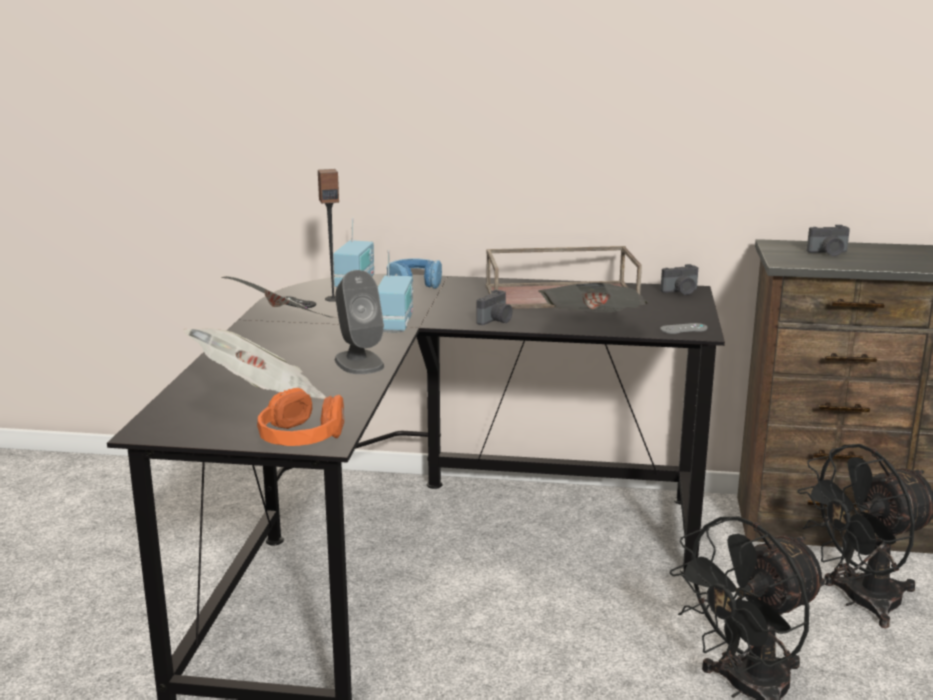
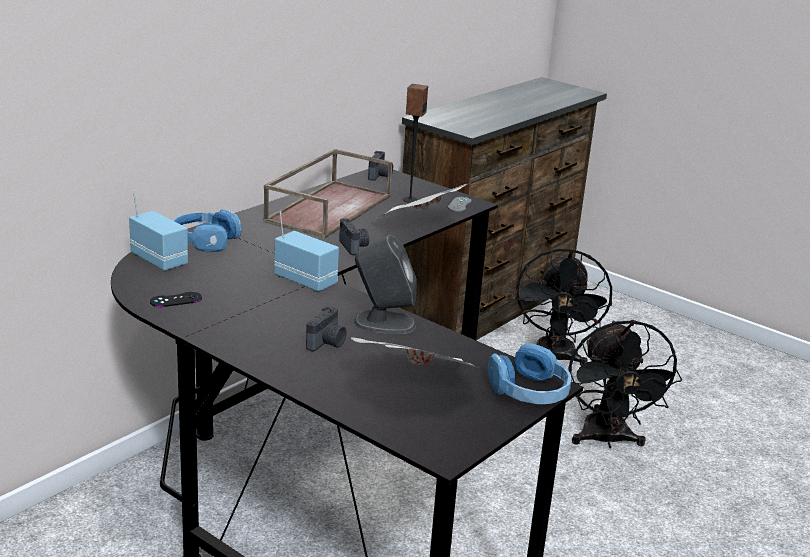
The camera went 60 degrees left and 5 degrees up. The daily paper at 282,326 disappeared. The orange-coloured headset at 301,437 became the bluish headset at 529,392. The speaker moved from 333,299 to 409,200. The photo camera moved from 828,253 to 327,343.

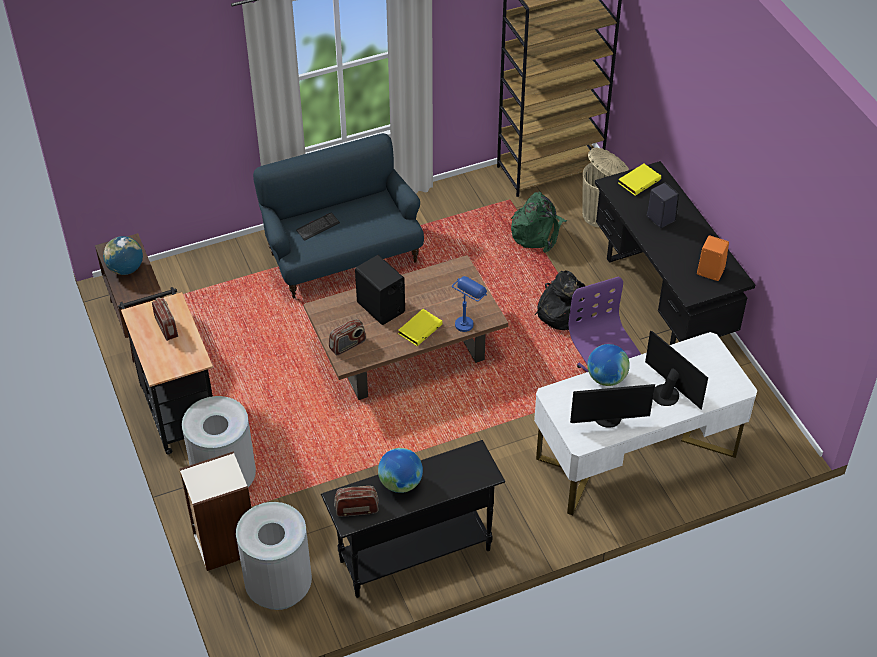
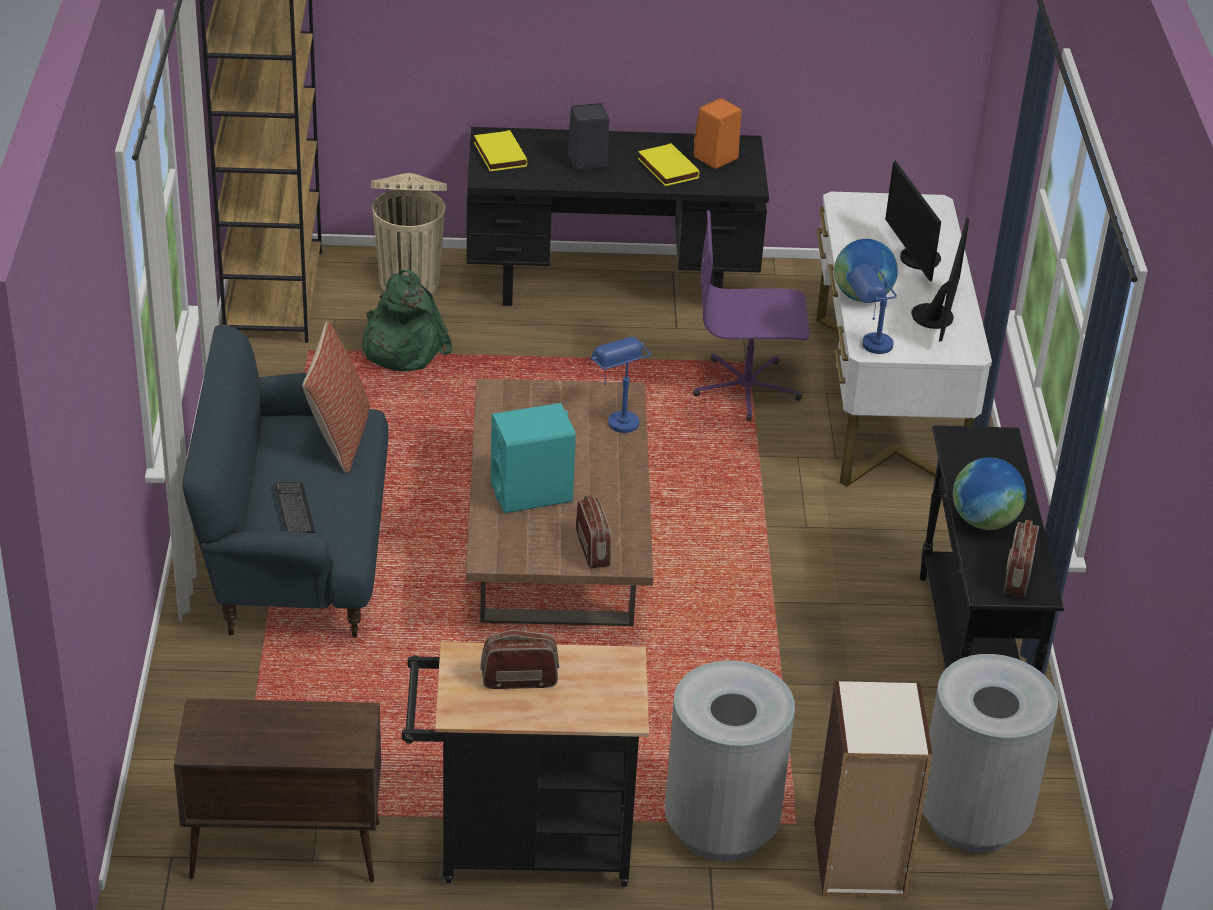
The camera went 70 degrees left and 10 degrees down. The globe at 126,269 disappeared. The blackish speaker at 381,307 became the blue-green speaker at 532,492. The yellow-coloured volume moved from 419,328 to 666,168. The blackish rucksack at 561,311 disappeared. The computer screen at 667,393 turned 90 degrees counterclockwise. The pillow at 339,438 appeared. The bluish table lamp at 867,347 appeared.

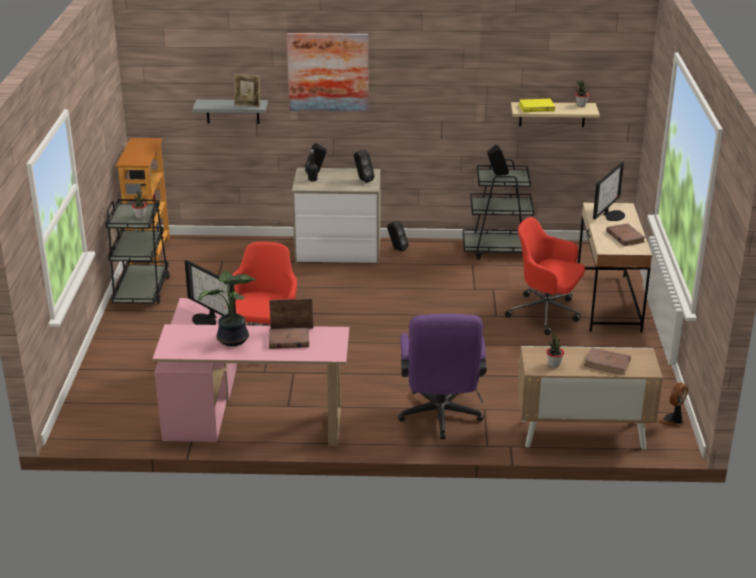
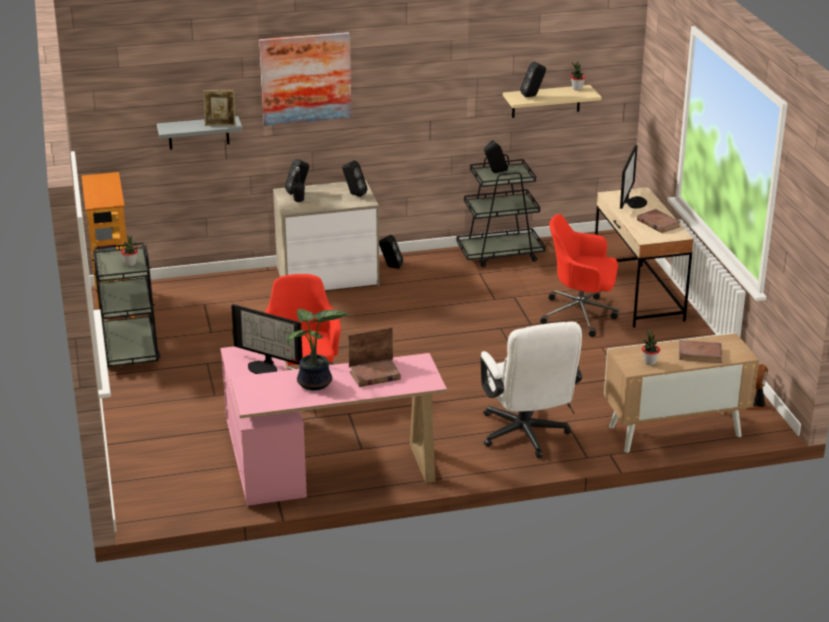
The camera went 15 degrees left and 0 degrees up. The purple-coloured computer chair at 440,418 became the whitish computer chair at 526,437. The yellow-coloured volume at 536,108 was replaced by the blackish speaker at 533,96.

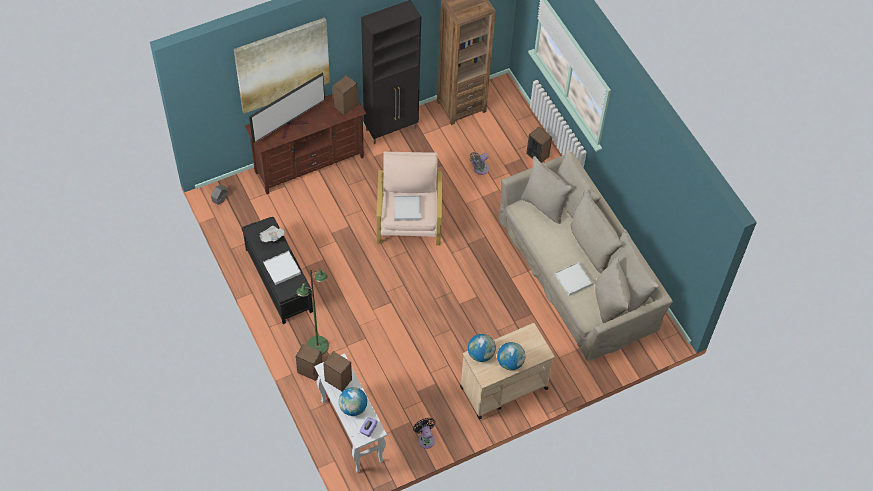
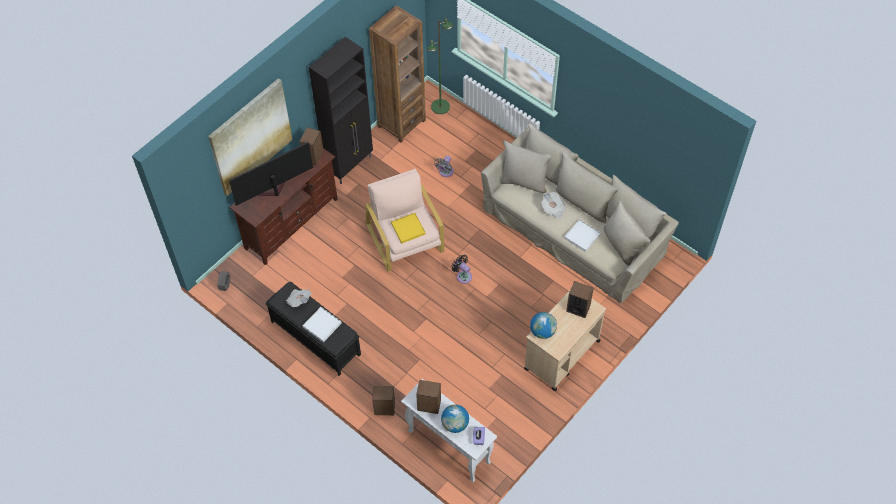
The camera went 20 degrees left and 0 degrees up. The TV set at 292,126 turned 150 degrees counterclockwise. The green standard lamp moved from 317,346 to 440,107. The whitish carrying tray at 407,209 became the yellow-coloured carrying tray at 408,229. The blackish cooling fan moved from 425,439 to 463,275. The globe at 510,362 disappeared. The speaker moved from 537,155 to 578,308. The daily paper at 553,209 appeared.

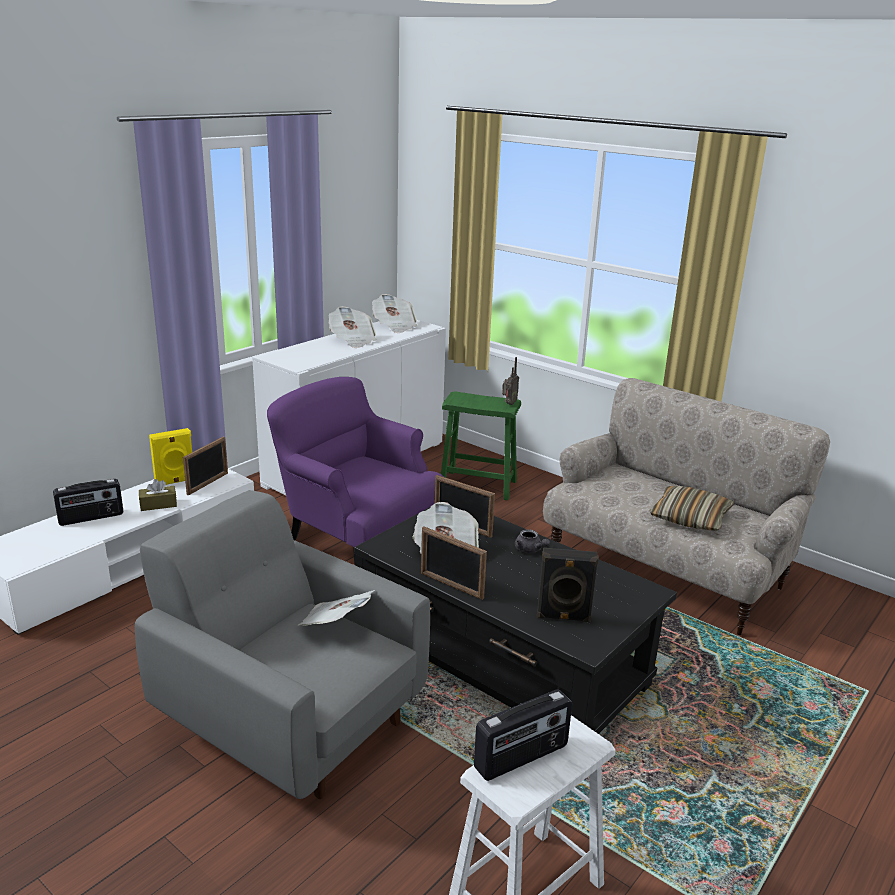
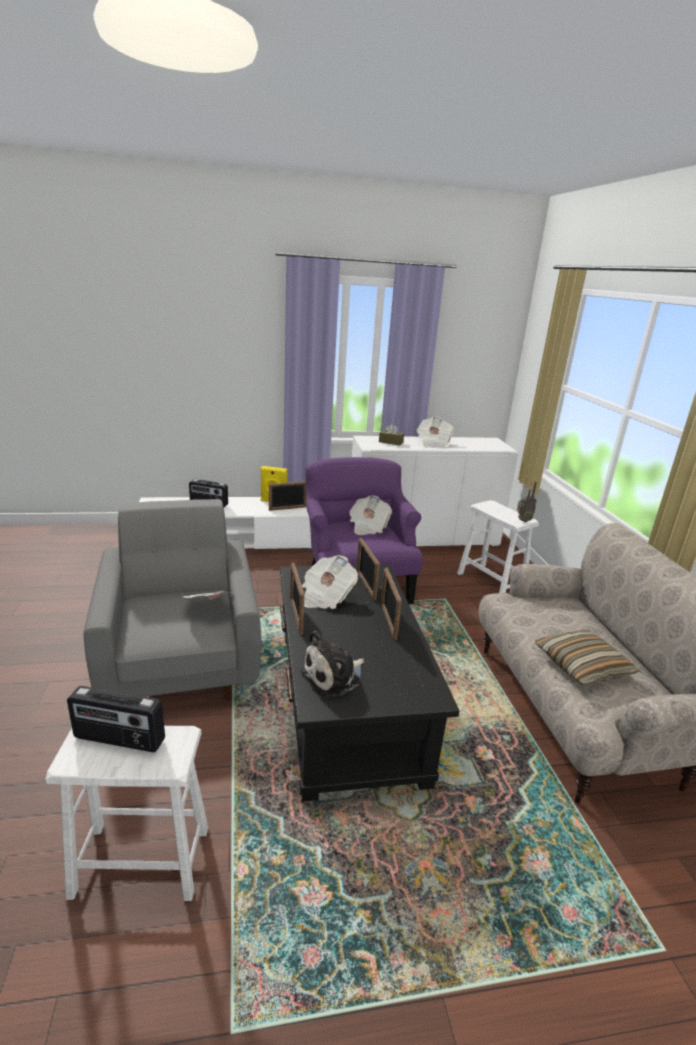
The camera went 40 degrees right and 0 degrees up. The brownish box of tissues moved from 158,504 to 390,442. The daily paper moved from 394,326 to 368,527. The green sitting stool at 478,485 became the whitish sitting stool at 491,581. The gray pot for tea at 530,550 was replaced by the standing frame at 388,621. The blackish speaker at 563,617 was replaced by the soft toy at 334,676.

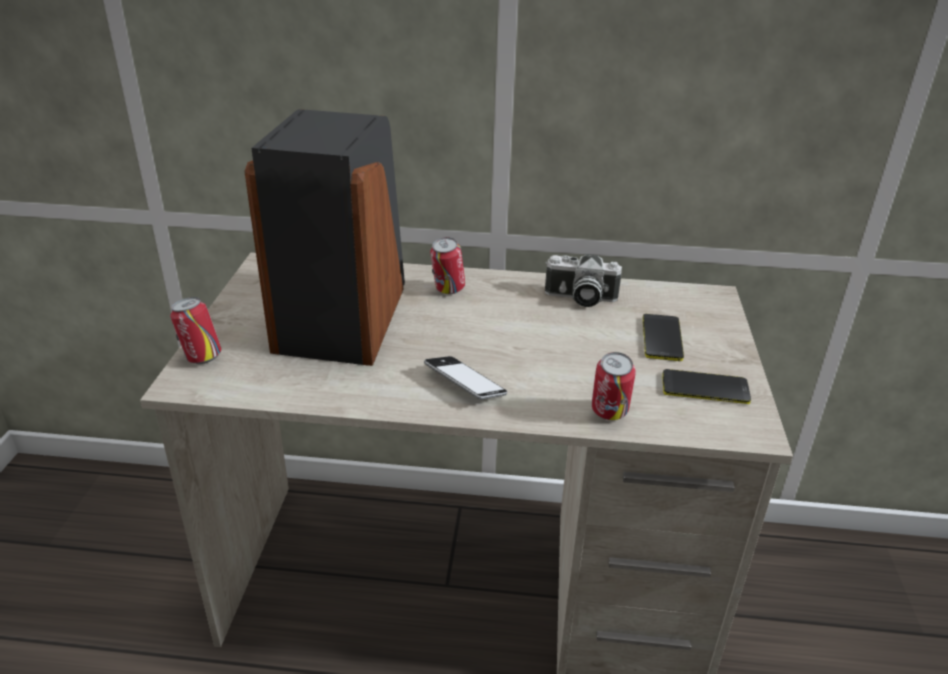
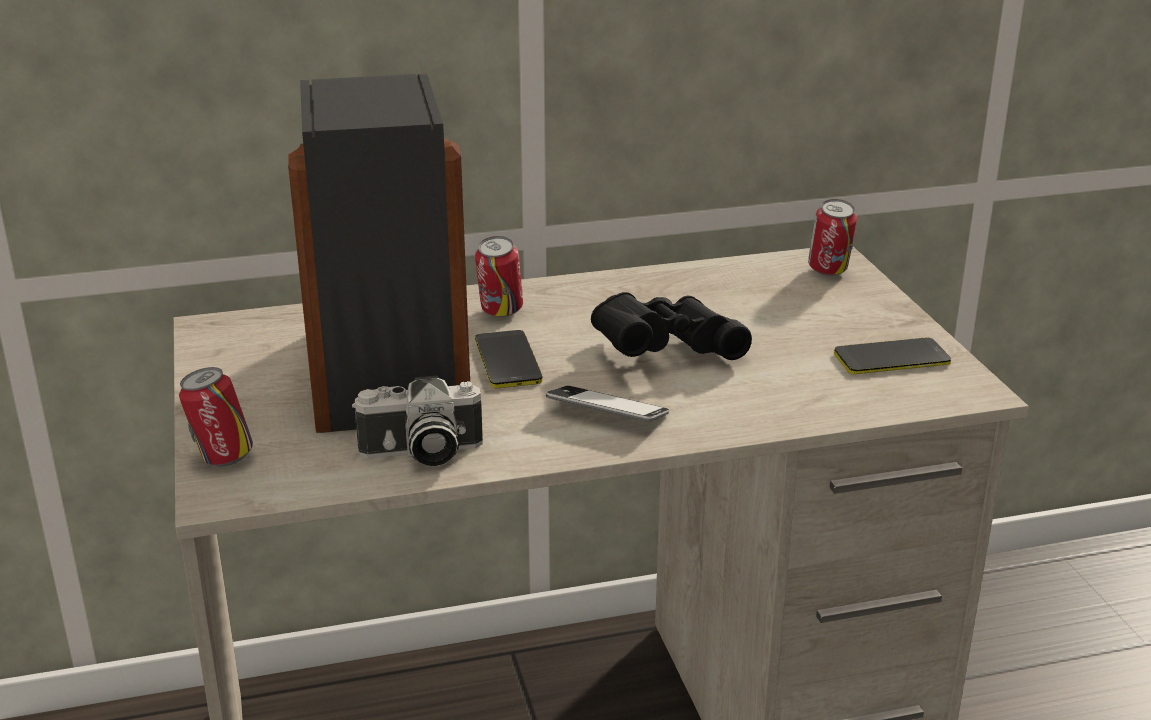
The camera went 20 degrees left and 5 degrees down. The photo camera moved from 579,298 to 421,453. The sealed can moved from 609,414 to 829,272. The handset moved from 662,338 to 507,360. The blackish binoculars at 663,352 appeared.

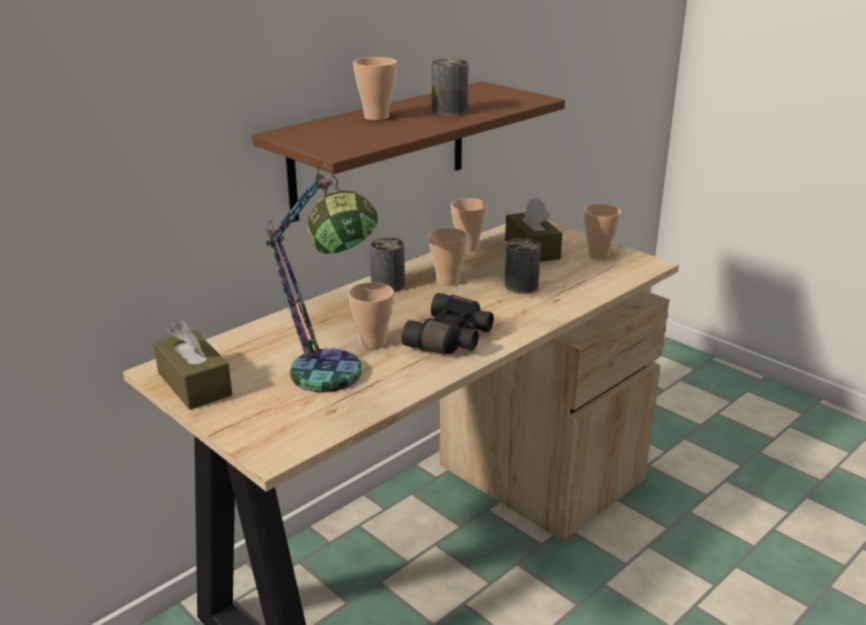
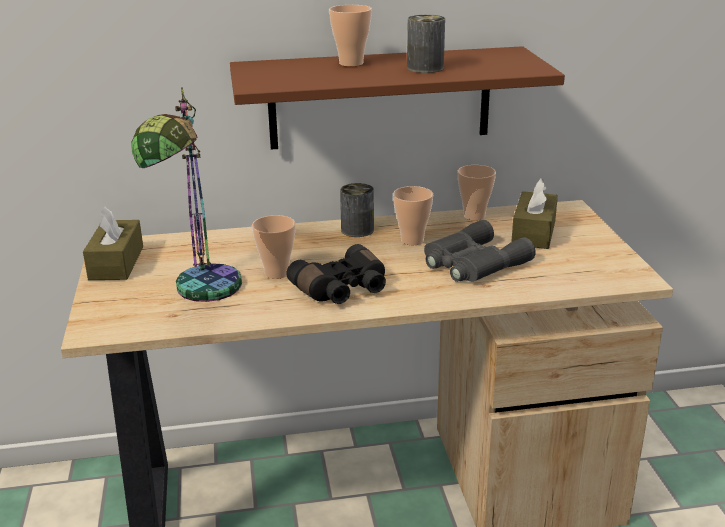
The camera went 35 degrees right and 0 degrees up. The sealed can at 521,286 was replaced by the gray binoculars at 472,263. The drinking cup at 598,254 disappeared.

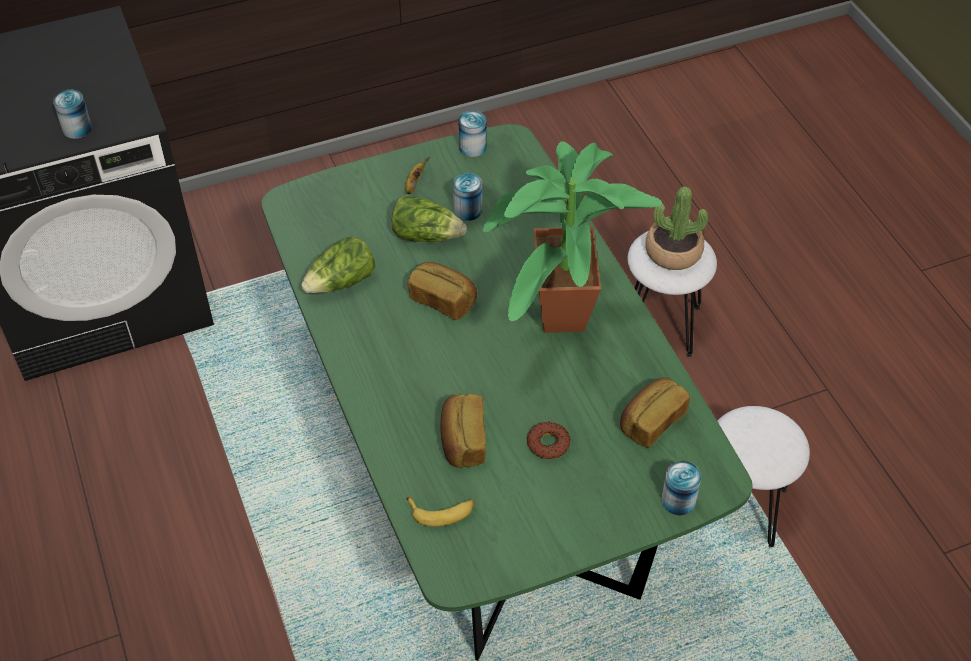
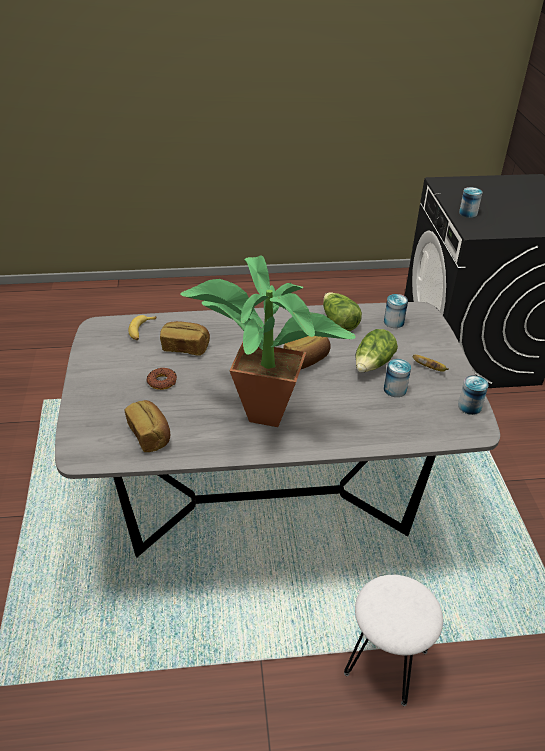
The camera went 105 degrees right and 10 degrees down. The green kitchen table at 487,476 became the gray kitchen table at 268,499. The potted plant at 673,252 disappeared. The sealed can moved from 678,500 to 393,322. The whitish sitting stool at 743,508 disappeared.

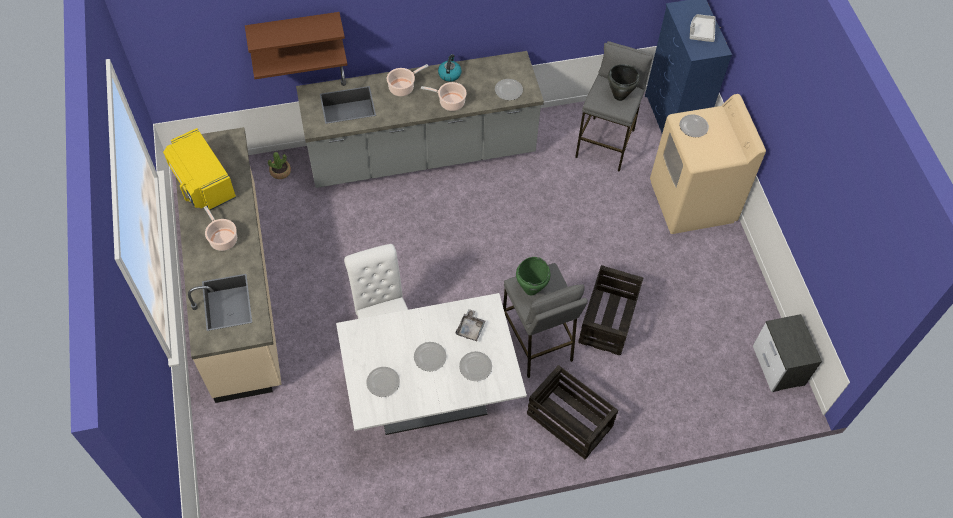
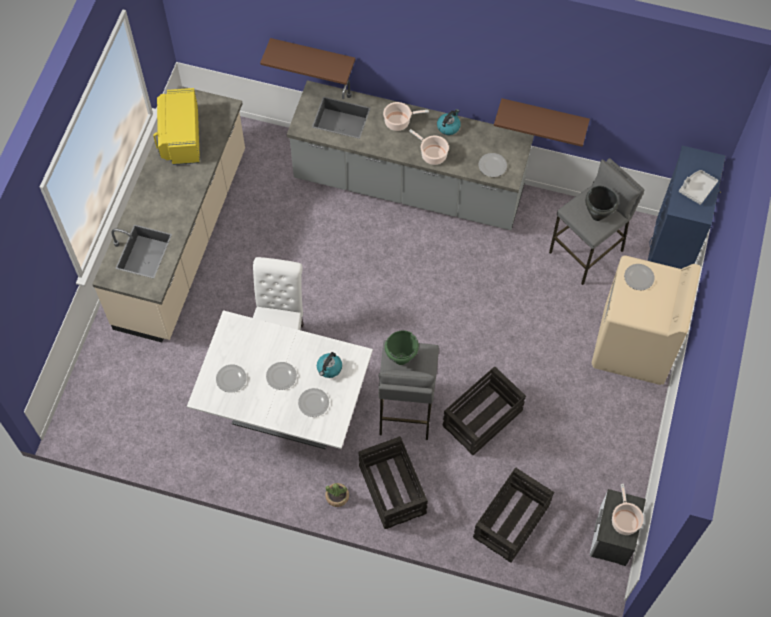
The camera went 30 degrees right and 5 degrees up. The saucepot moved from 222,239 to 624,520. The brownish wall shelf moved from 294,28 to 544,116. The potted plant moved from 280,171 to 337,496. The gray carrying tray at 470,328 was replaced by the kettle at 329,368. The crate at 511,522 appeared.

